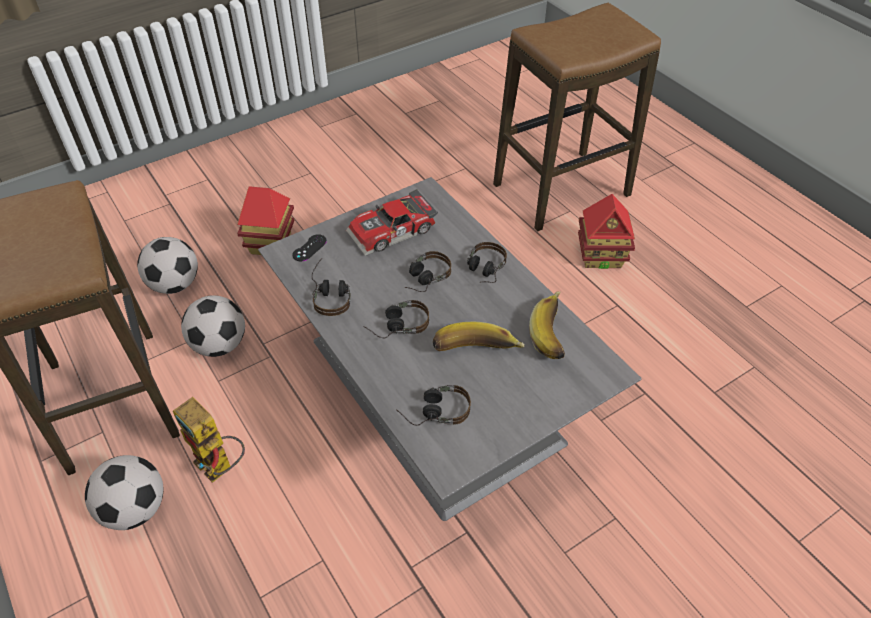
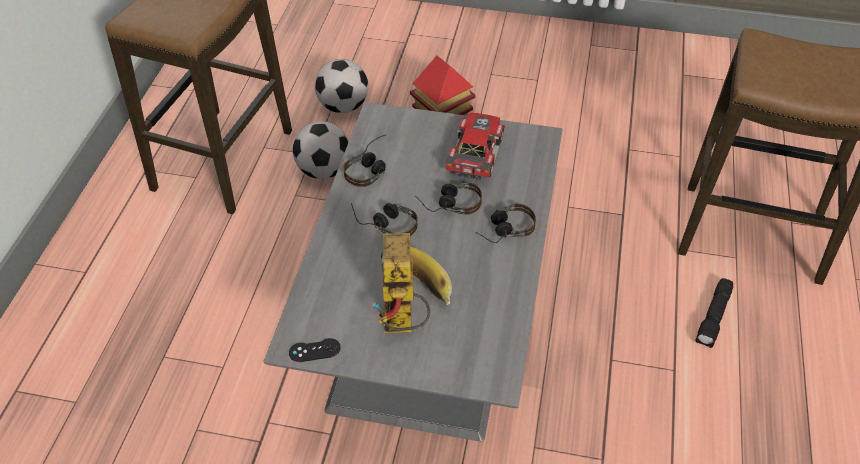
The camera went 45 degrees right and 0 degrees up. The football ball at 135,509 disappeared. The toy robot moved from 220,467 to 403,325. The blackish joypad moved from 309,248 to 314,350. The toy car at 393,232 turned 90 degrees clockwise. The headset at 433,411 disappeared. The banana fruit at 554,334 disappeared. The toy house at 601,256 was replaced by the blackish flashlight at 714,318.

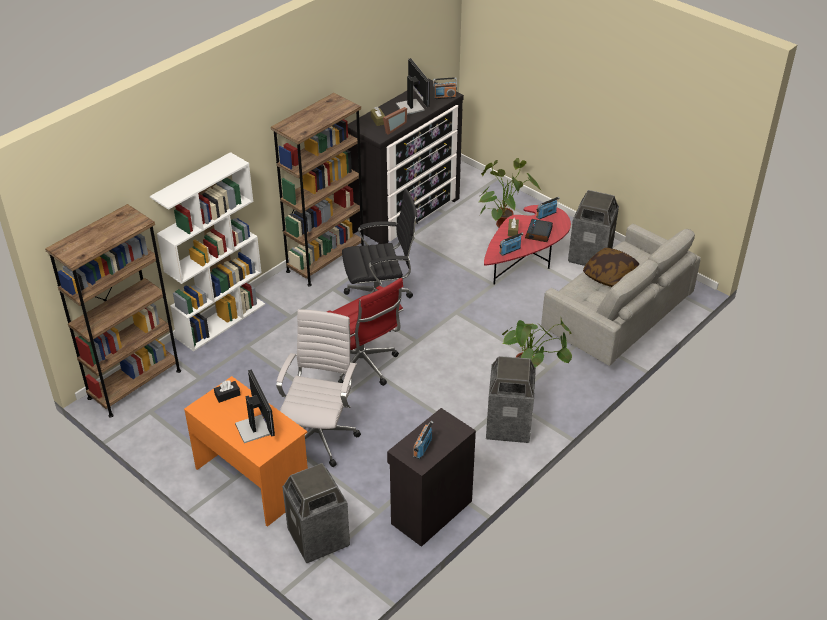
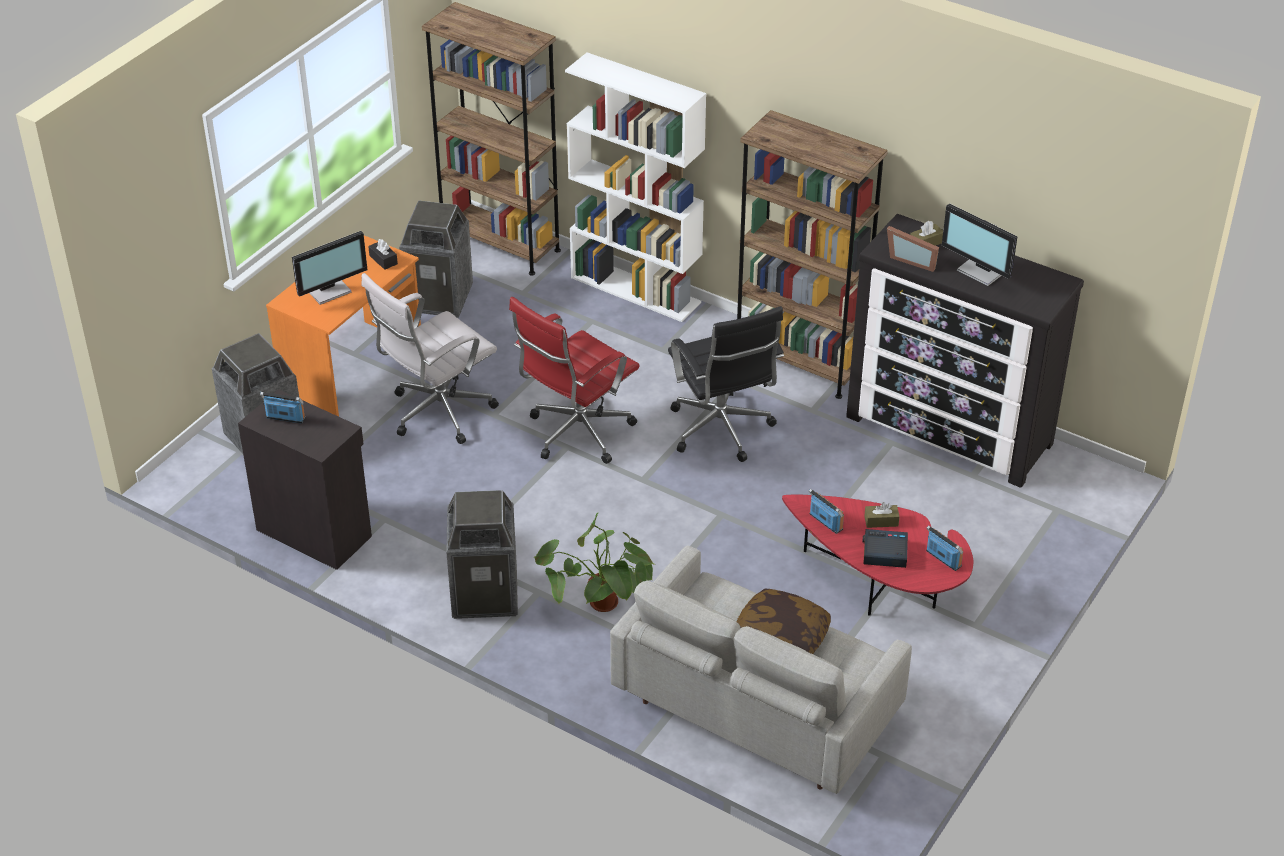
The camera went 80 degrees right and 0 degrees up. The whitish computer chair at 320,435 turned 135 degrees clockwise. The computer screen at 411,107 turned 75 degrees clockwise. The radio at 444,96 disappeared. The potted plant at 503,220 disappeared. The waste bin moved from 590,255 to 440,298.

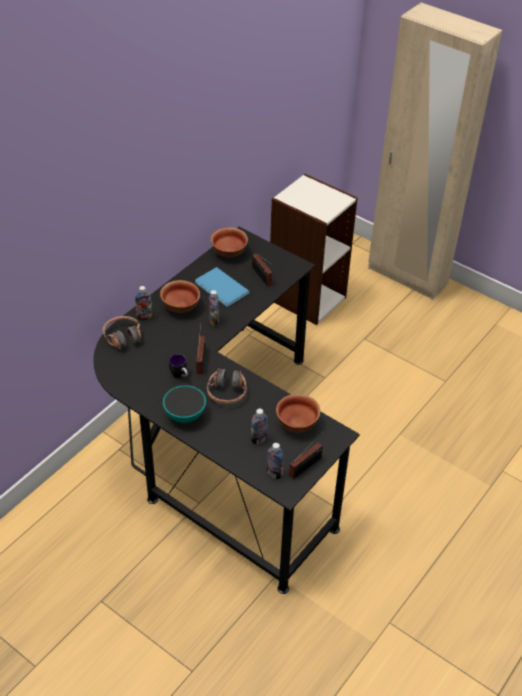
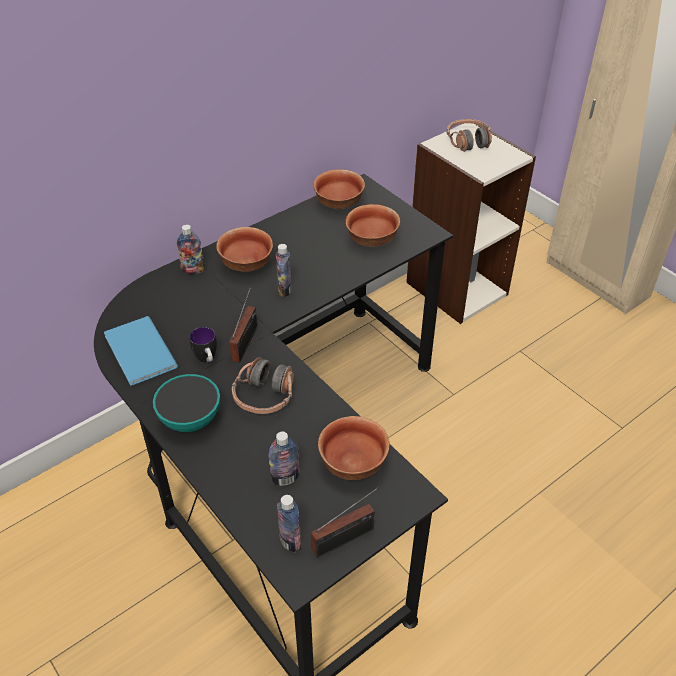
The camera went 15 degrees right and 0 degrees up. The headset moved from 123,337 to 468,141. The bluish volume moved from 222,289 to 139,353. The radio at 262,277 was replaced by the bowl at 372,241.

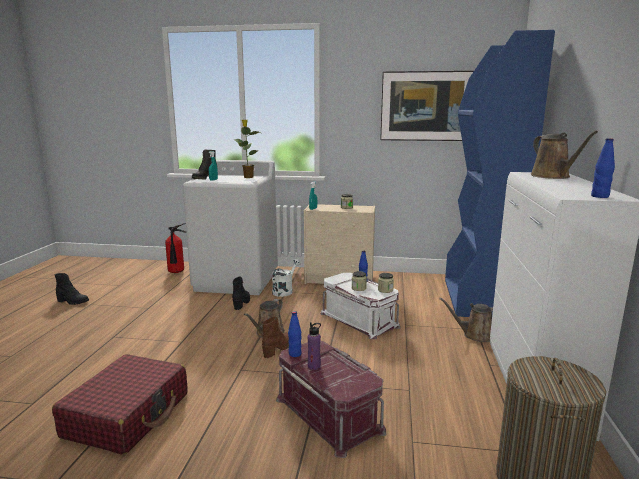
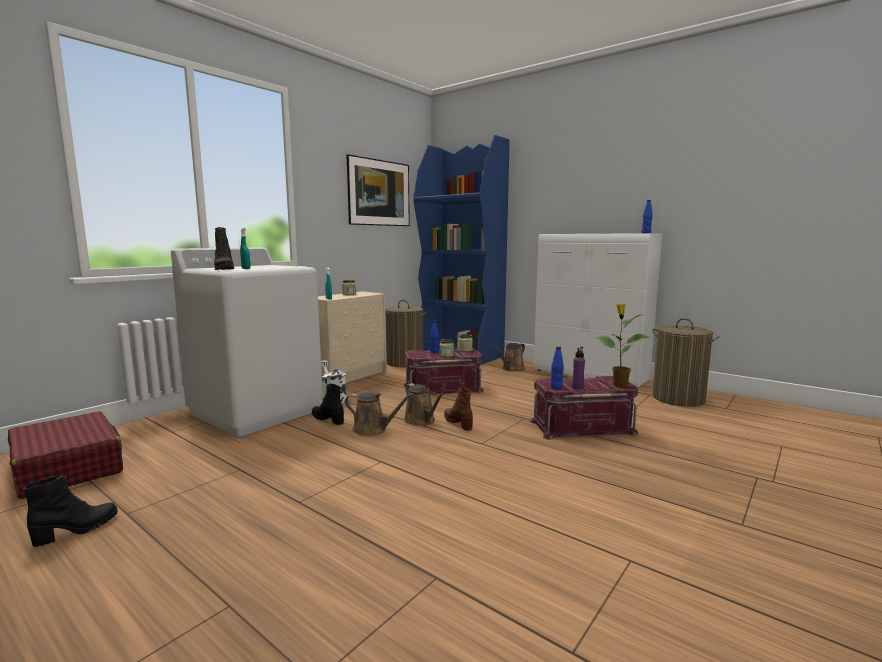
The camera went 60 degrees left and 5 degrees down. The red-coloured suitcase moved from 128,415 to 68,467. The fire-fighting cylinder at 176,273 disappeared. The potted plant moved from 248,177 to 619,385. The whitish storage container at 360,319 became the red-coloured storage container at 442,388. The brownish sprinkling can moved from 552,176 to 373,430. The hamper at 404,362 appeared.

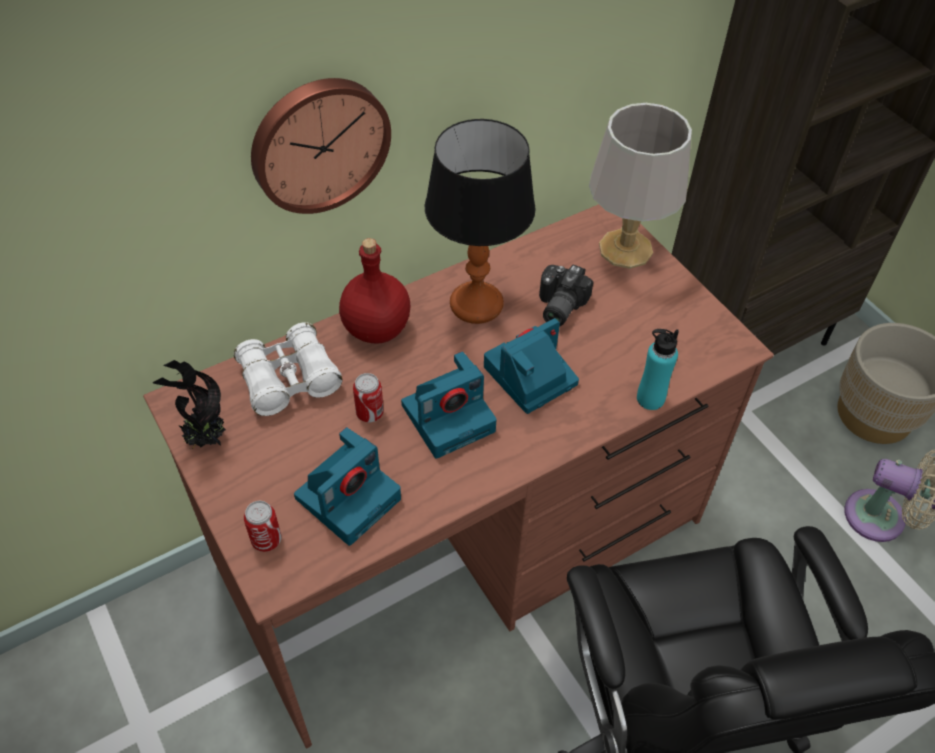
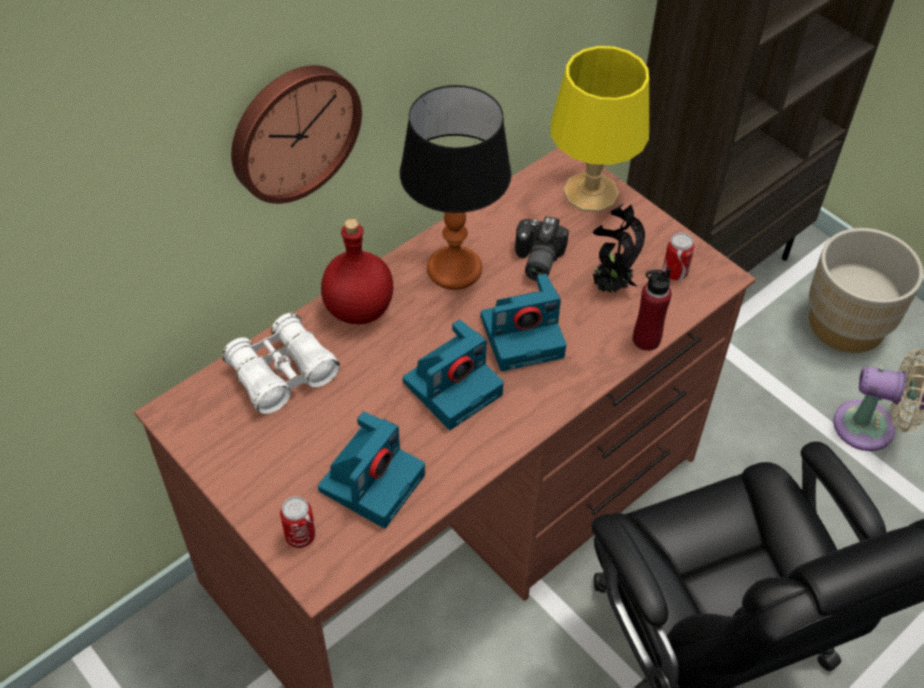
The camera went 10 degrees left and 0 degrees up. The potted plant moved from 204,440 to 610,287. The sealed can moved from 370,413 to 674,273. The photo camera at 529,377 turned 150 degrees counterclockwise. The gray table lamp at 624,248 became the yellow-coloured table lamp at 589,192. The blue-green bottle at 650,398 became the red-coloured bottle at 646,339.

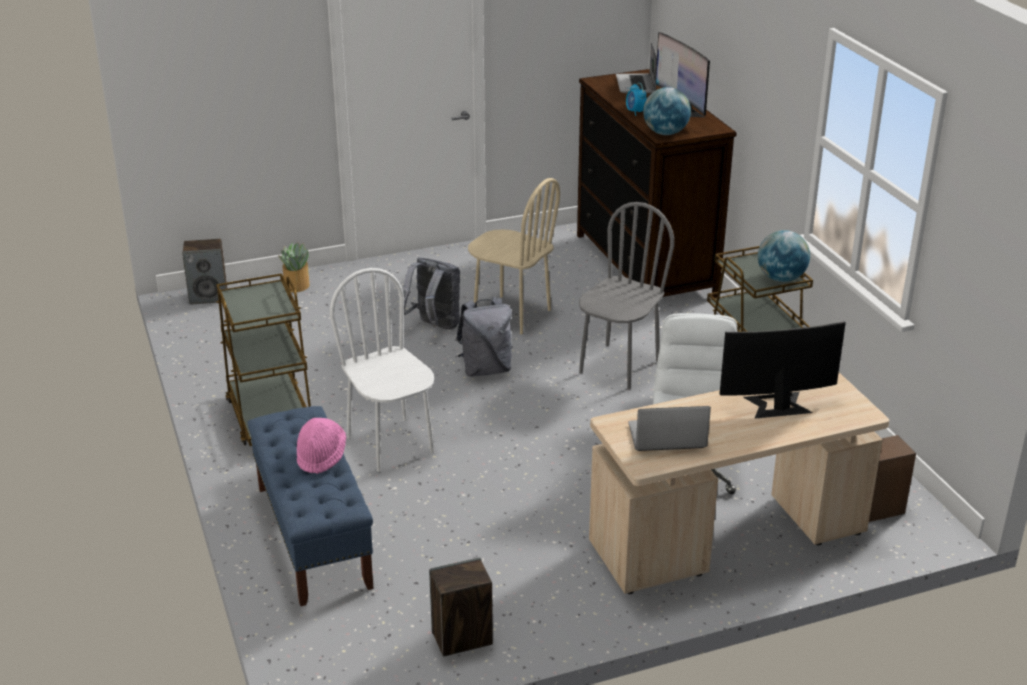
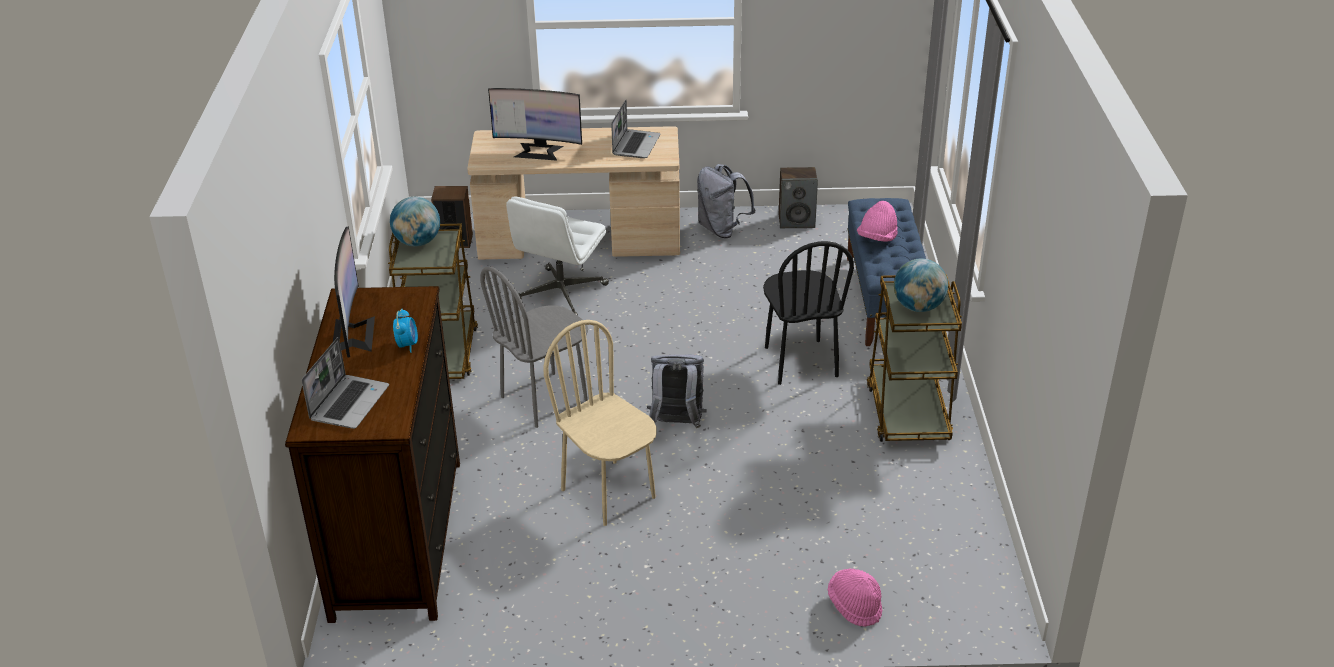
The camera went 160 degrees left and 5 degrees up. The speaker at 209,296 disappeared. The potted plant at 296,286 was replaced by the pinkish clothing hat at 855,605. The whitish plain chair at 391,444 became the blackish plain chair at 800,362. The gray rucksack moved from 434,326 to 722,229. The portable computer at 666,437 turned 90 degrees counterclockwise. The globe moved from 665,133 to 918,307.

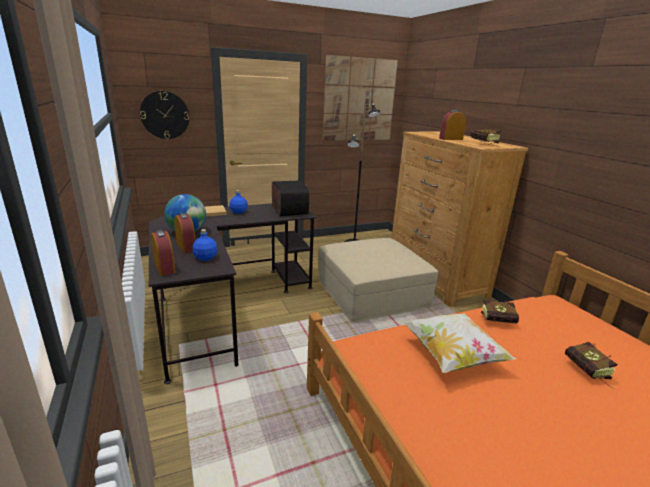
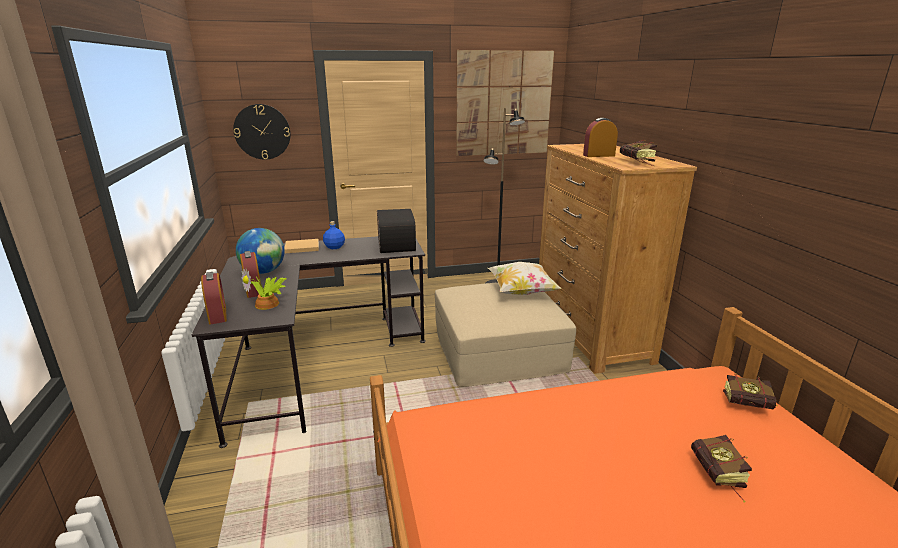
The camera went 10 degrees right and 0 degrees up. The bluish bottle at 206,258 was replaced by the potted plant at 268,304. The pillow moved from 452,356 to 521,292. The volume moved from 501,322 to 751,406.

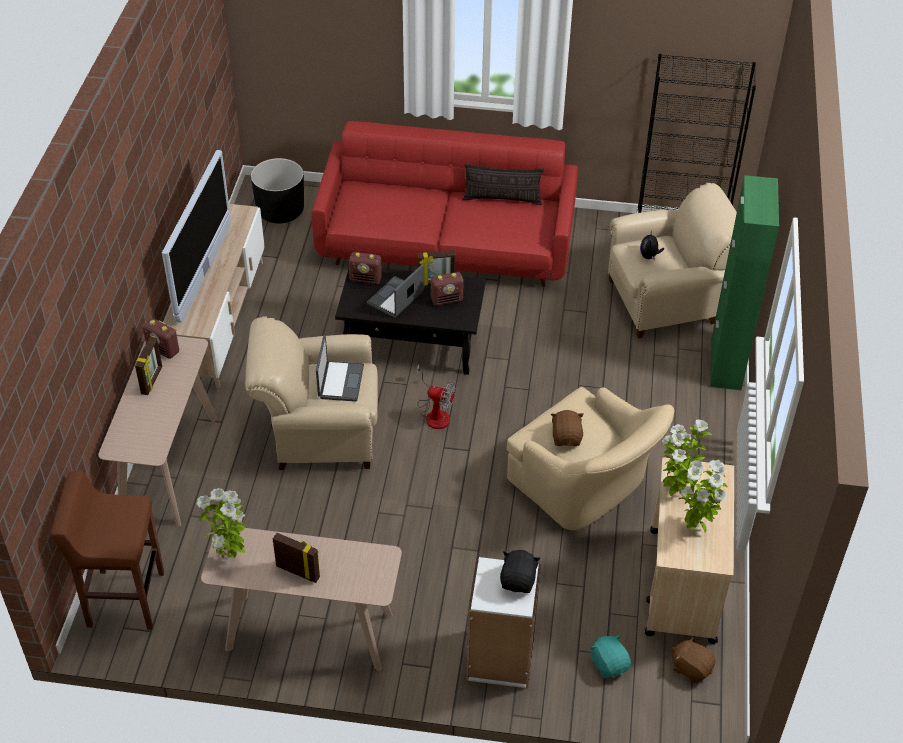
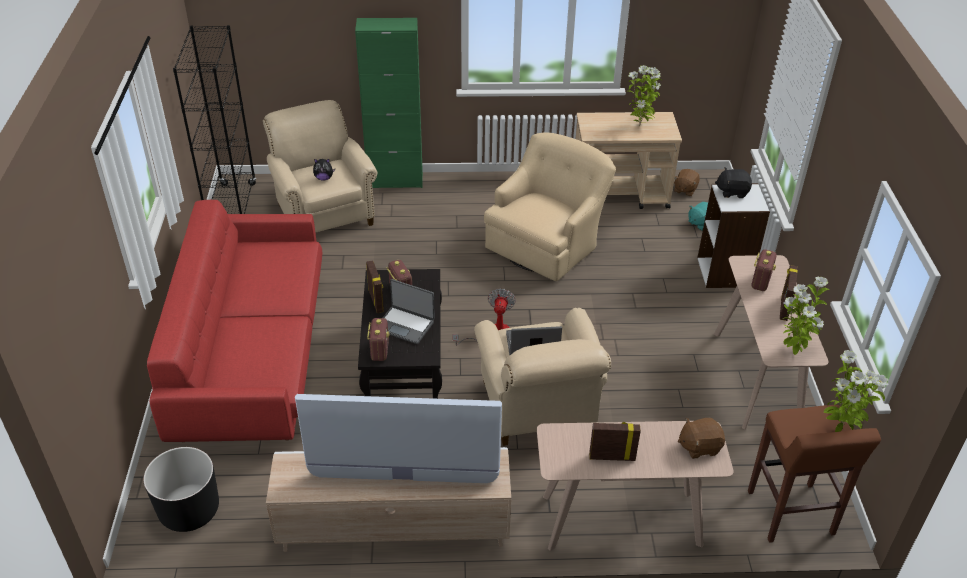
The camera went 100 degrees left and 5 degrees down. The radio moved from 163,350 to 760,282. The pillow at 502,199 disappeared. The brownish soft toy moved from 566,437 to 699,446. The potted plant moved from 676,490 to 839,429.

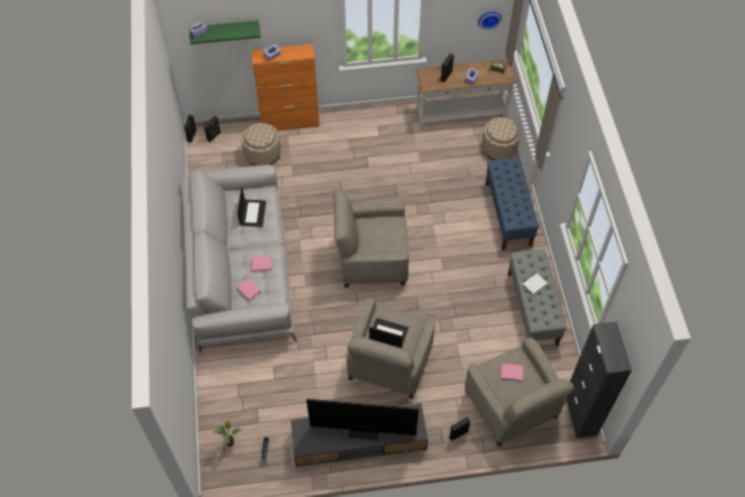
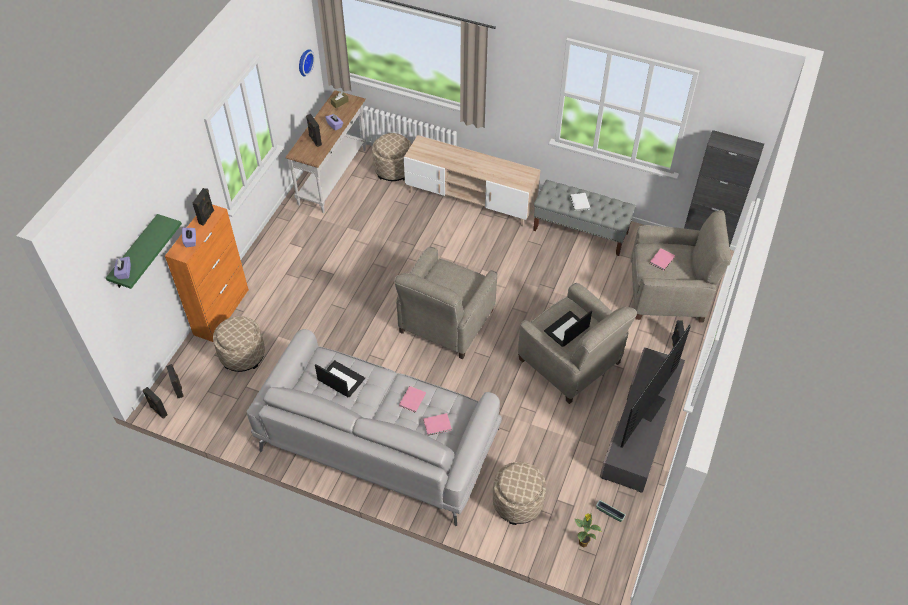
The camera went 60 degrees left and 5 degrees down. The bluish long seat at 508,215 was replaced by the beige tv unit at 470,199. The blackish speaker at 207,217 appeared. The beige footrest at 517,502 appeared.

